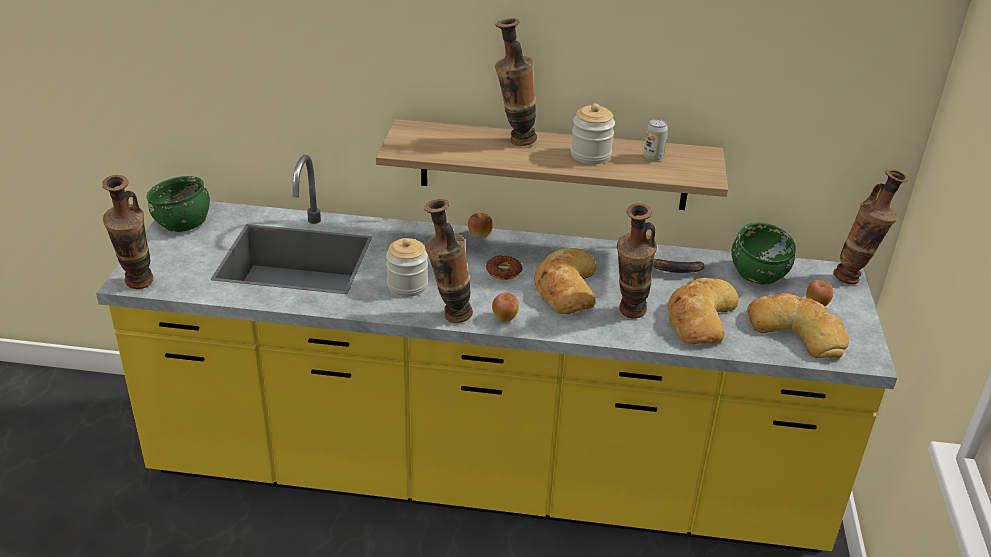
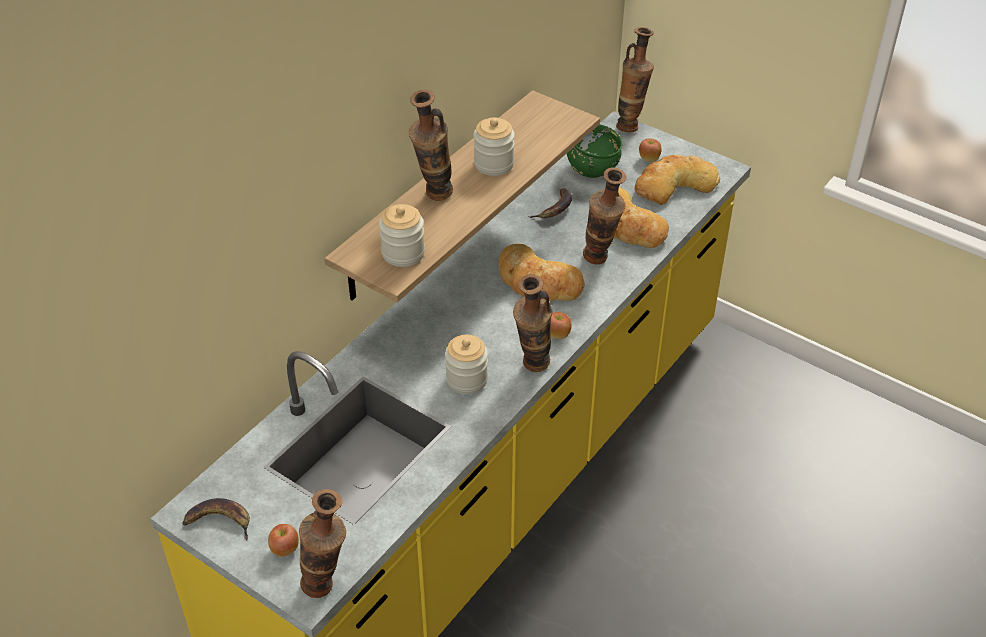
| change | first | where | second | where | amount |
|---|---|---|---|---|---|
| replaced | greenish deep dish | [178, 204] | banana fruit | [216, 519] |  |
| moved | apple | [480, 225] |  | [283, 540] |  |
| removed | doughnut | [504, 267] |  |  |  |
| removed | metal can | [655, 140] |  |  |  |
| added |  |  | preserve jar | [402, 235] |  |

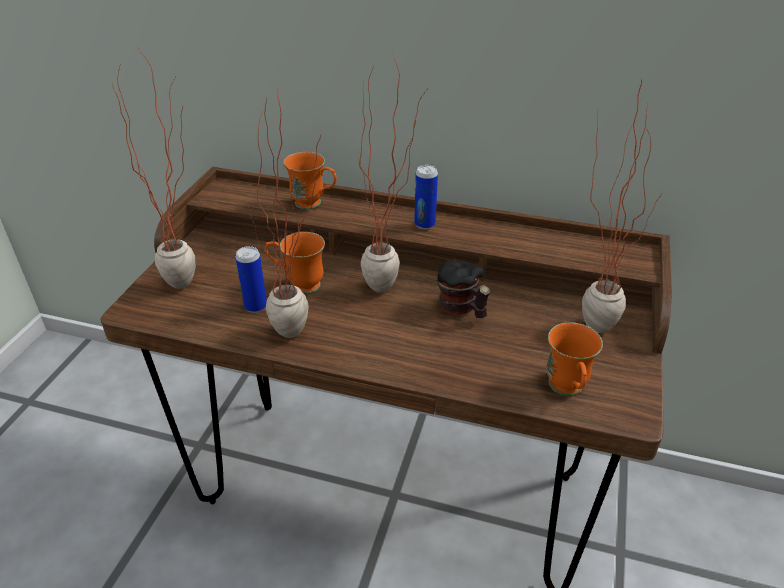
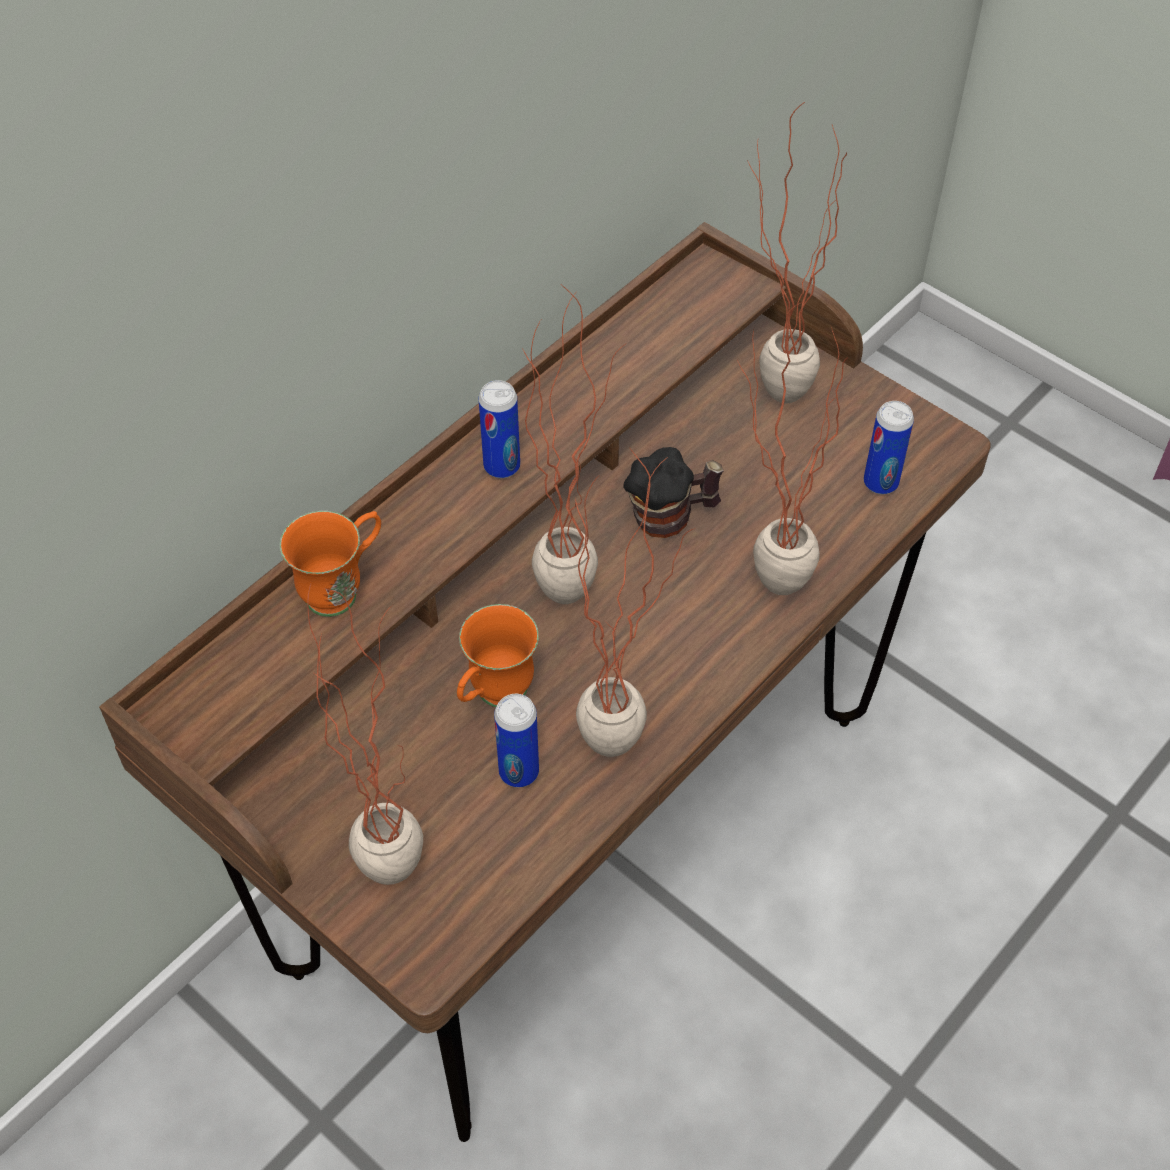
| change | first | where | second | where | amount |
|---|---|---|---|---|---|
| replaced | orange-coloured tea mug | [574, 359] | metal can | [889, 447] |  |
| added |  |  | plant in a pot | [792, 448] |  |

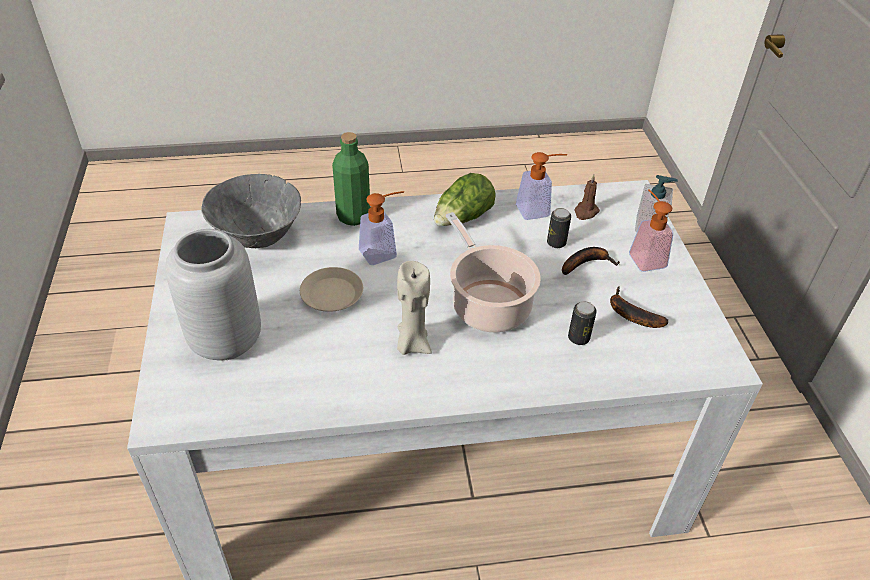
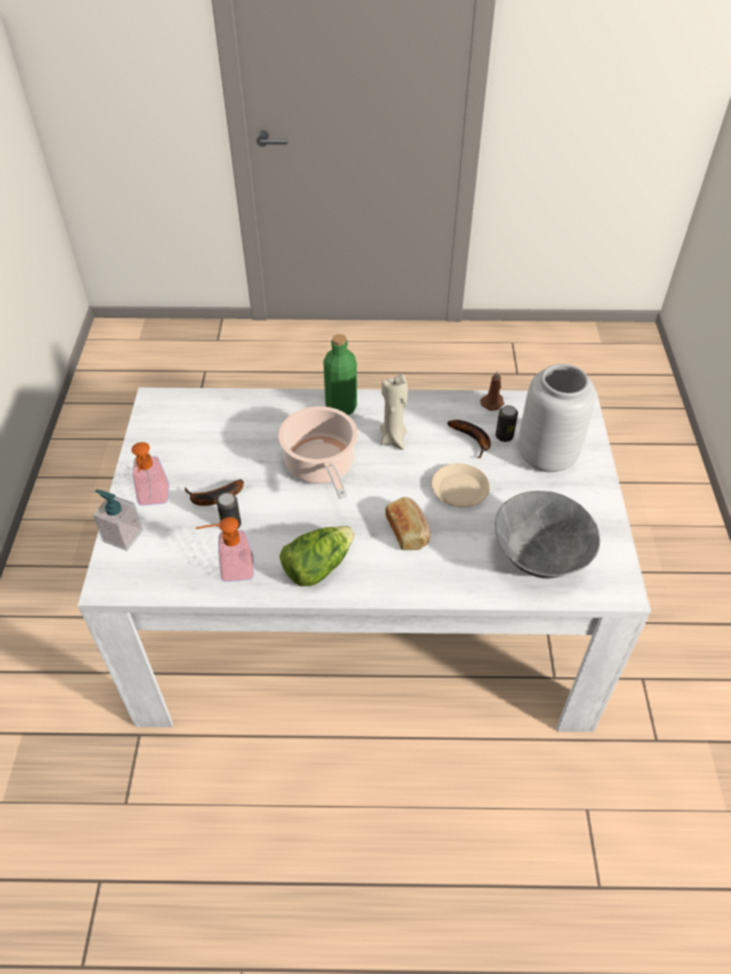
| change | first | where | second | where | amount |
|---|---|---|---|---|---|
| moved | greenish bottle | [351, 179] |  | [340, 374] |  |
| replaced | liquid soap bottle | [381, 228] | bread | [407, 523] |  |
| moved | metal can | [582, 323] |  | [506, 423] |  |
| moved | brown-coloured wax light | [587, 197] |  | [492, 390] |  |
| moved | banana fruit | [639, 307] |  | [469, 439] |  |

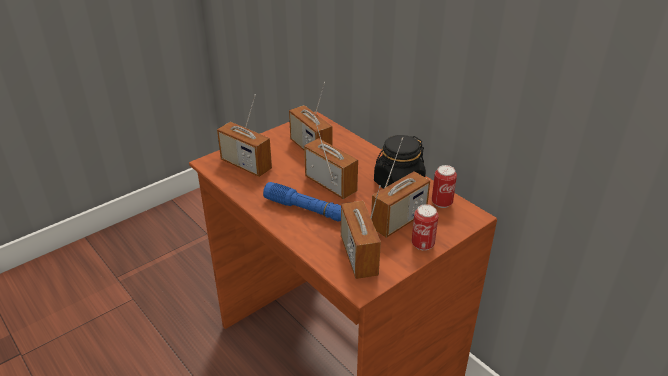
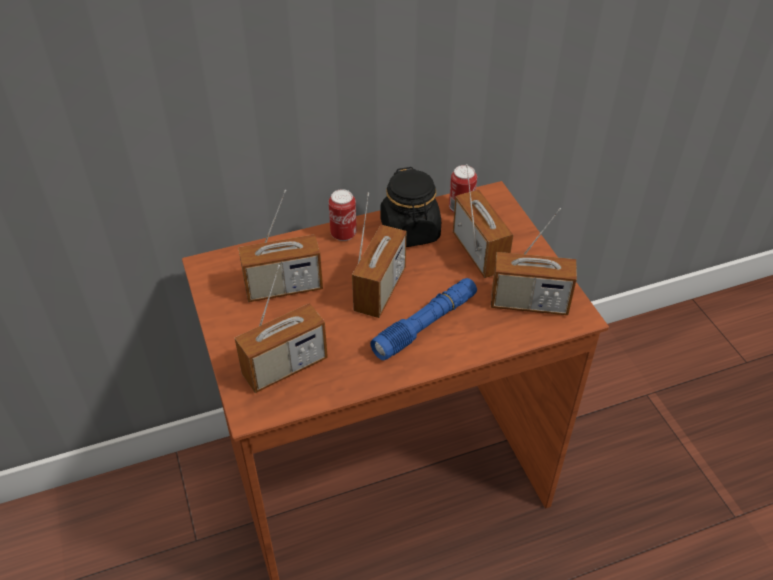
| change | first | where | second | where | amount |
|---|---|---|---|---|---|
| turned | radio set | [331, 156] |  | [379, 255] | 135 degrees clockwise |
| moved | metal can | [425, 227] |  | [343, 215] |  |

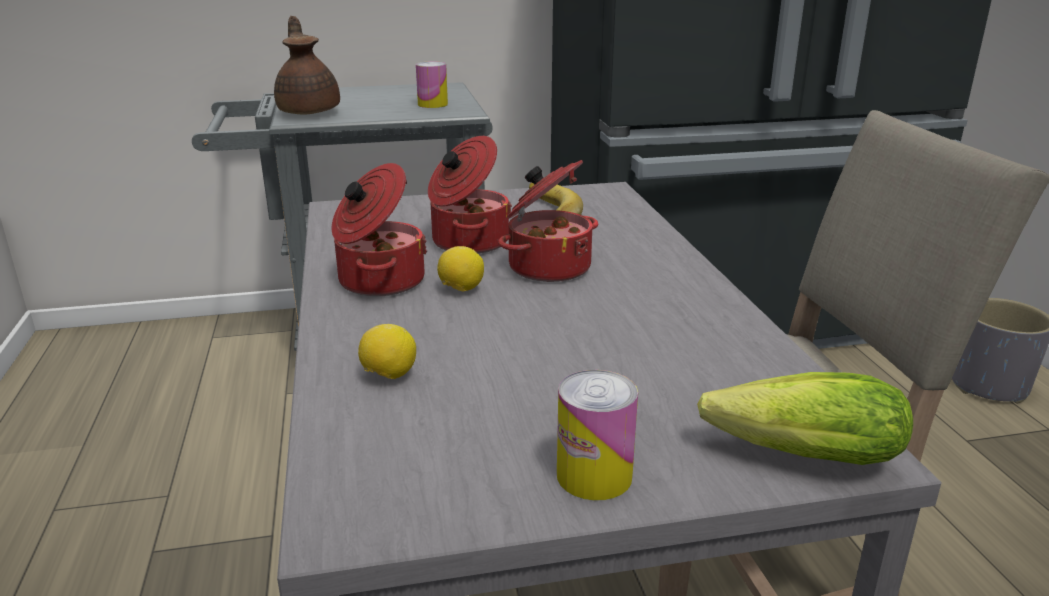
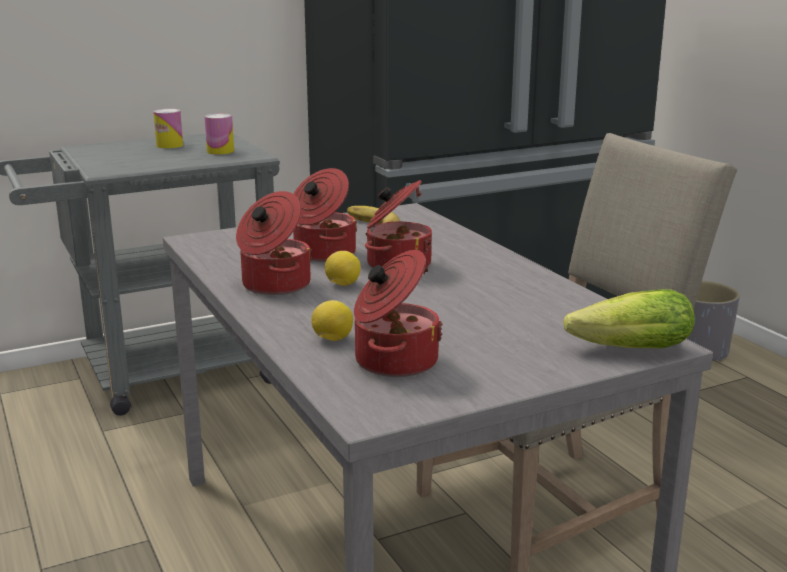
| change | first | where | second | where | amount |
|---|---|---|---|---|---|
| removed | brown-coloured teapot | [307, 65] |  |  |  |
| moved | metal can | [597, 435] |  | [168, 129] |  |
| added |  |  | stockpot | [398, 313] |  |

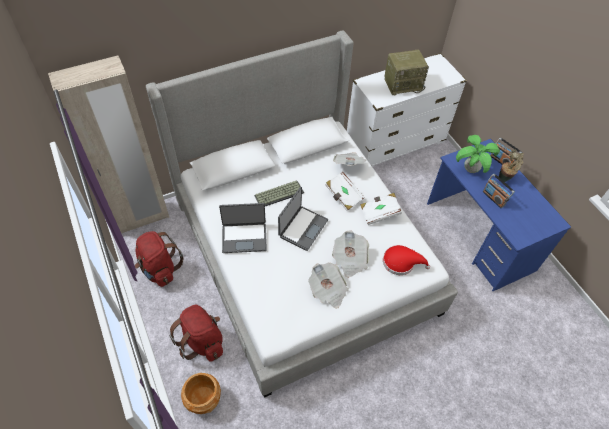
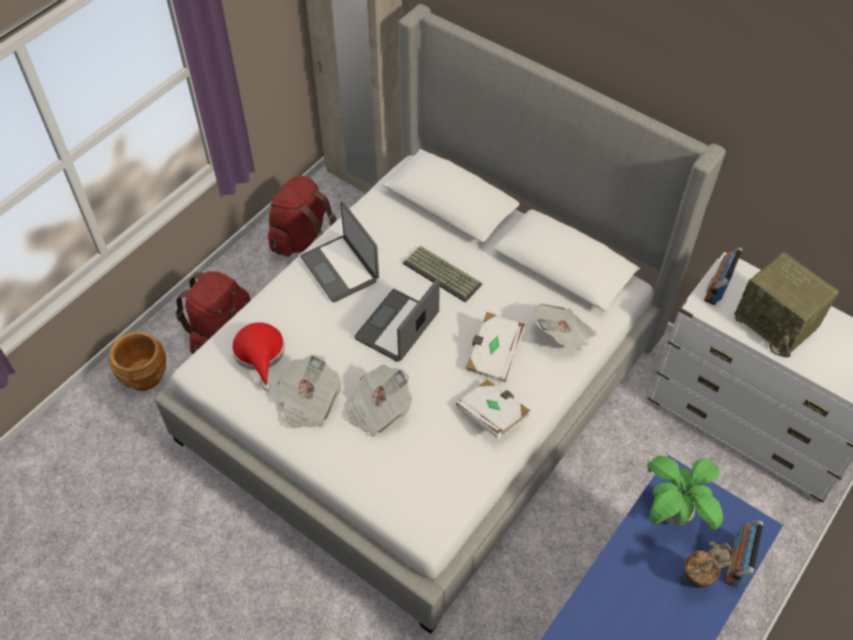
| change | first | where | second | where | amount |
|---|---|---|---|---|---|
| turned | portable computer | [303, 219] |  | [397, 320] | 120 degrees clockwise |
| moved | red-coloured clothing hat | [406, 260] |  | [258, 356] |  |
| moved | radio set | [498, 191] |  | [723, 276] |  |

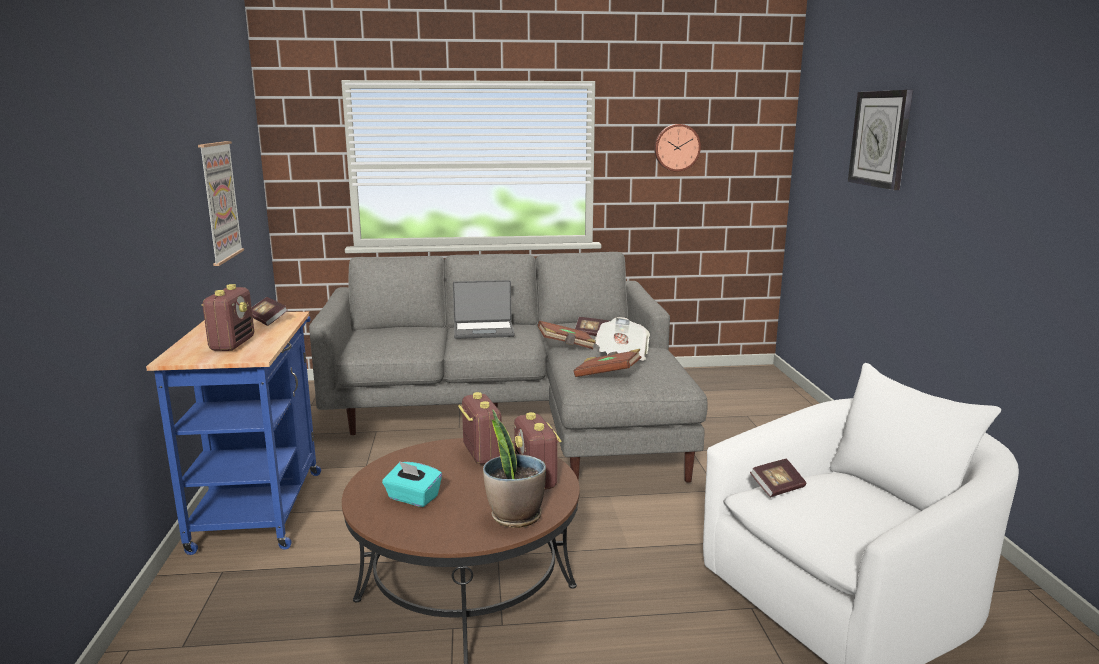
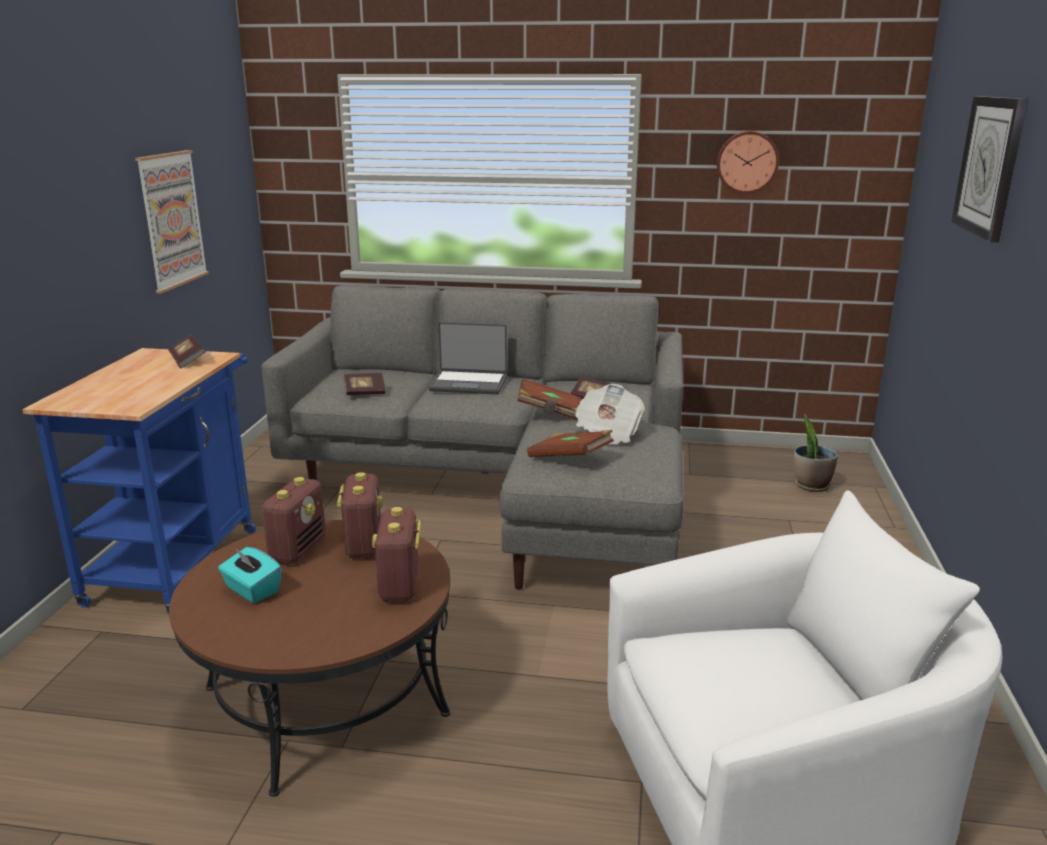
| change | first | where | second | where | amount |
|---|---|---|---|---|---|
| moved | radio set | [228, 317] |  | [294, 520] |  |
| moved | plant in a pot | [514, 469] |  | [816, 452] |  |
| moved | bound book | [778, 478] |  | [364, 384] |  |

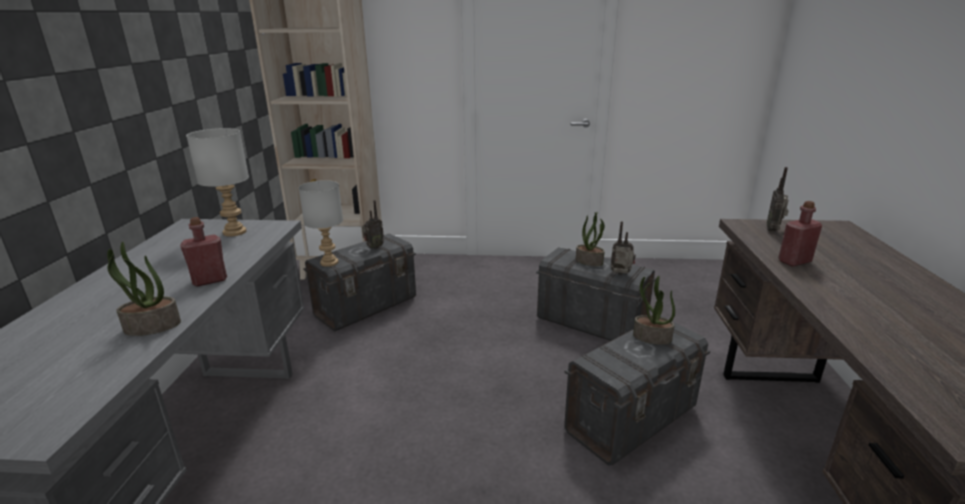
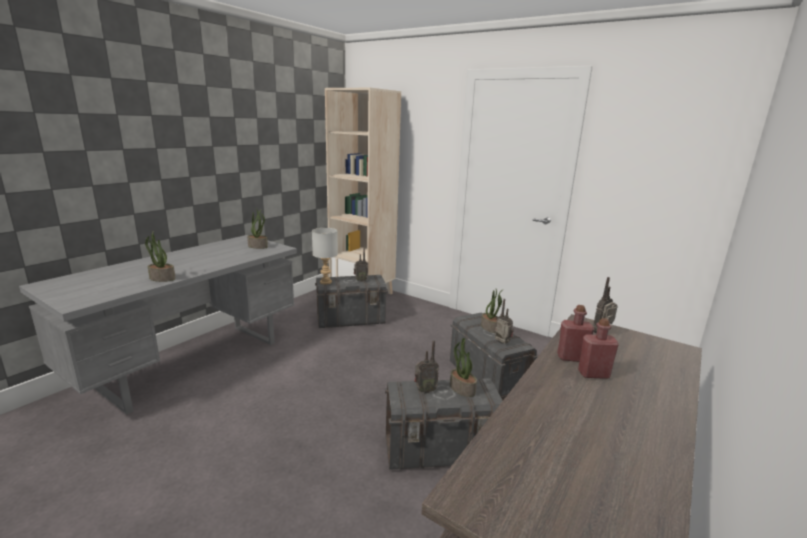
| change | first | where | second | where | amount |
|---|---|---|---|---|---|
| moved | red-coloured bottle | [203, 252] |  | [598, 348] |  |
| replaced | gray table lamp | [217, 182] | plant in a pot | [257, 228] |  |
| added |  |  | radio set | [426, 367] |  |

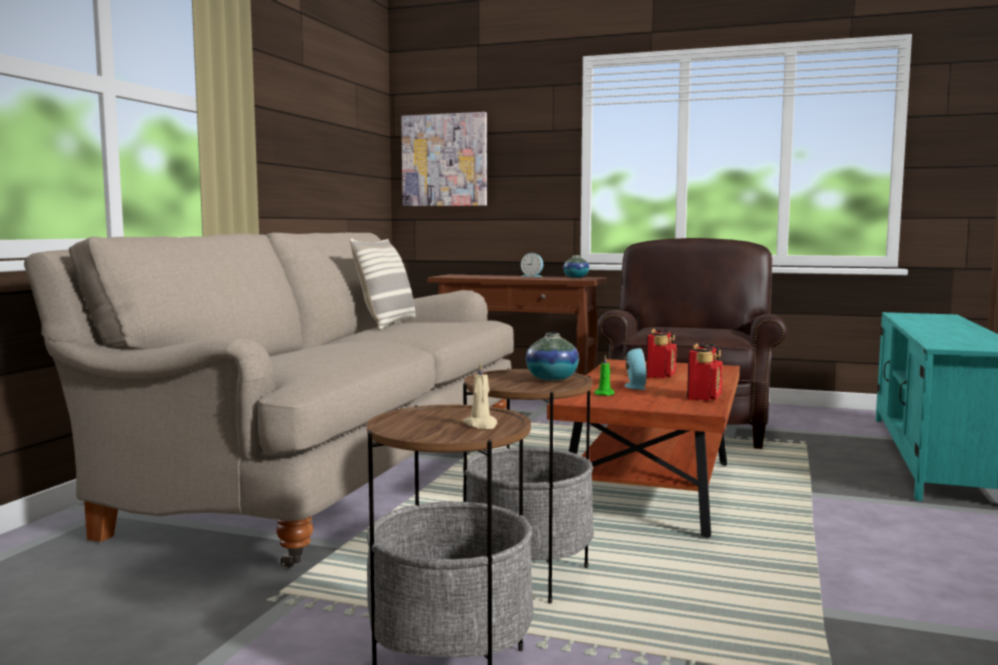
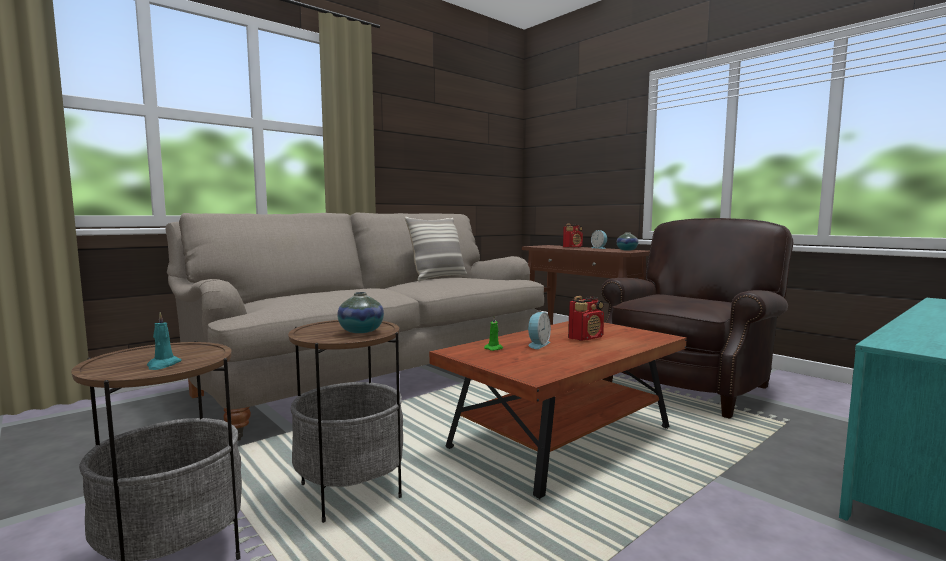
| change | first | where | second | where | amount |
|---|---|---|---|---|---|
| removed | picture | [444, 159] |  |  |  |
| recoloured | sand-coloured wax light | [480, 395] | blue-green wax light | [164, 341] |  |
| moved | radio set | [705, 372] |  | [573, 236] |  |

